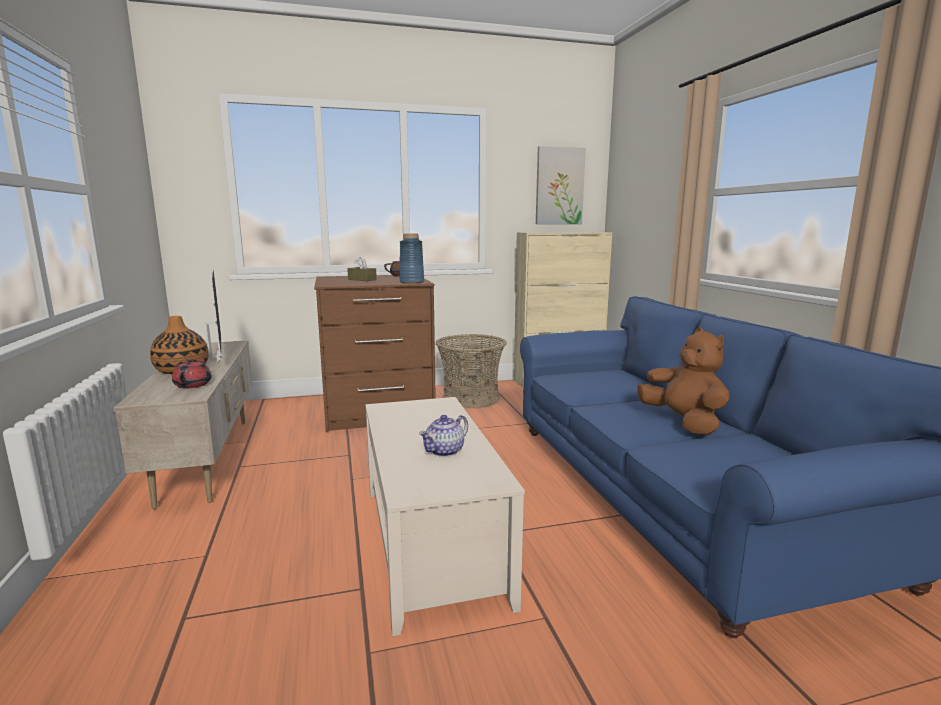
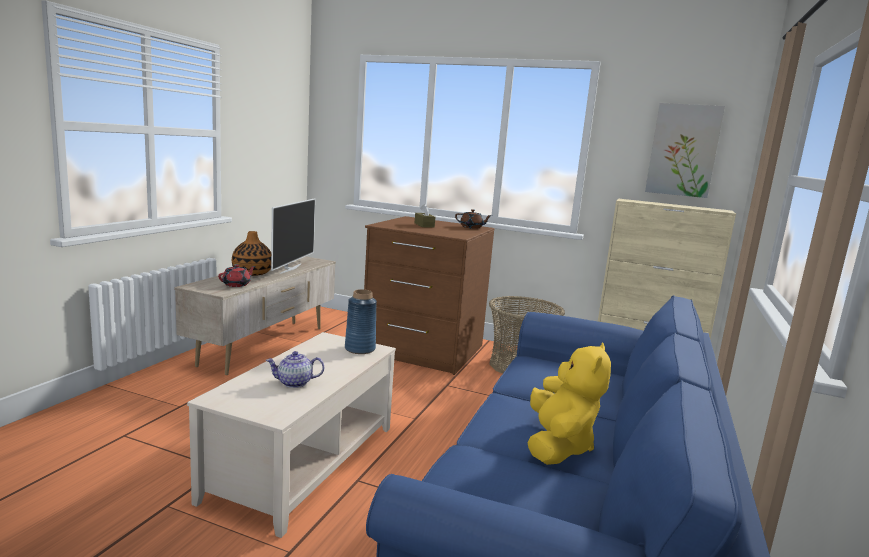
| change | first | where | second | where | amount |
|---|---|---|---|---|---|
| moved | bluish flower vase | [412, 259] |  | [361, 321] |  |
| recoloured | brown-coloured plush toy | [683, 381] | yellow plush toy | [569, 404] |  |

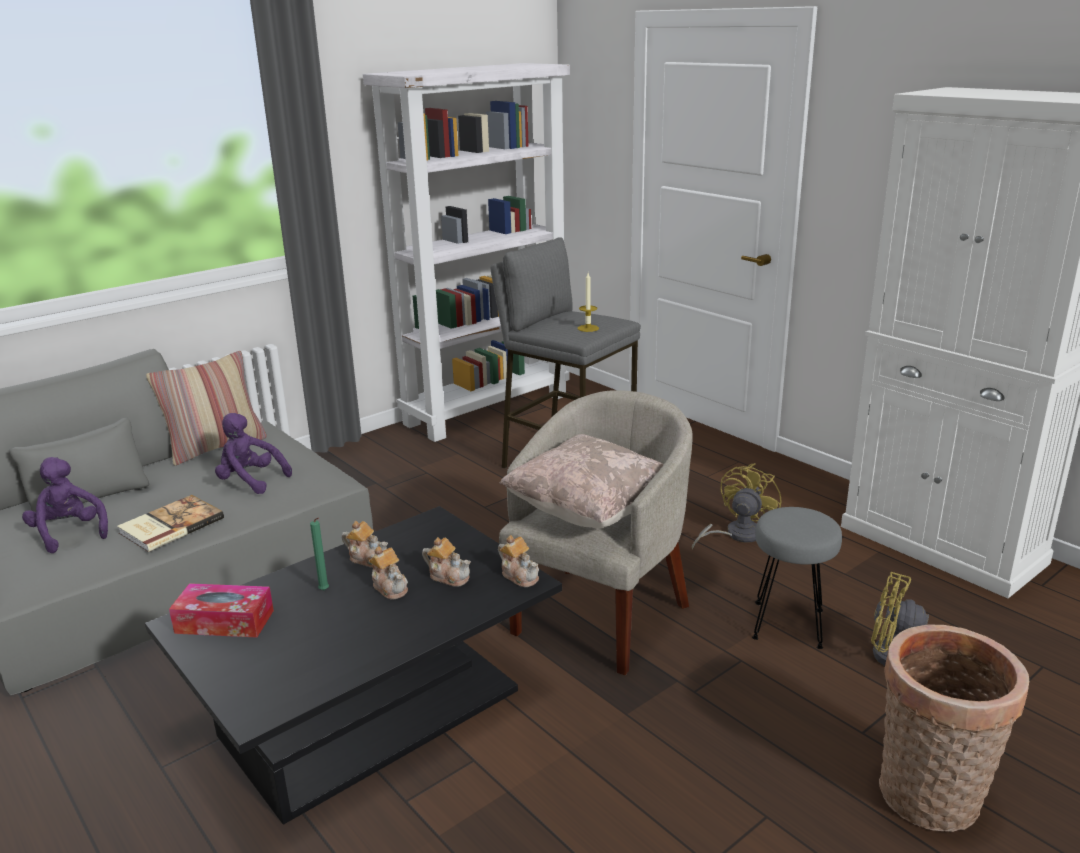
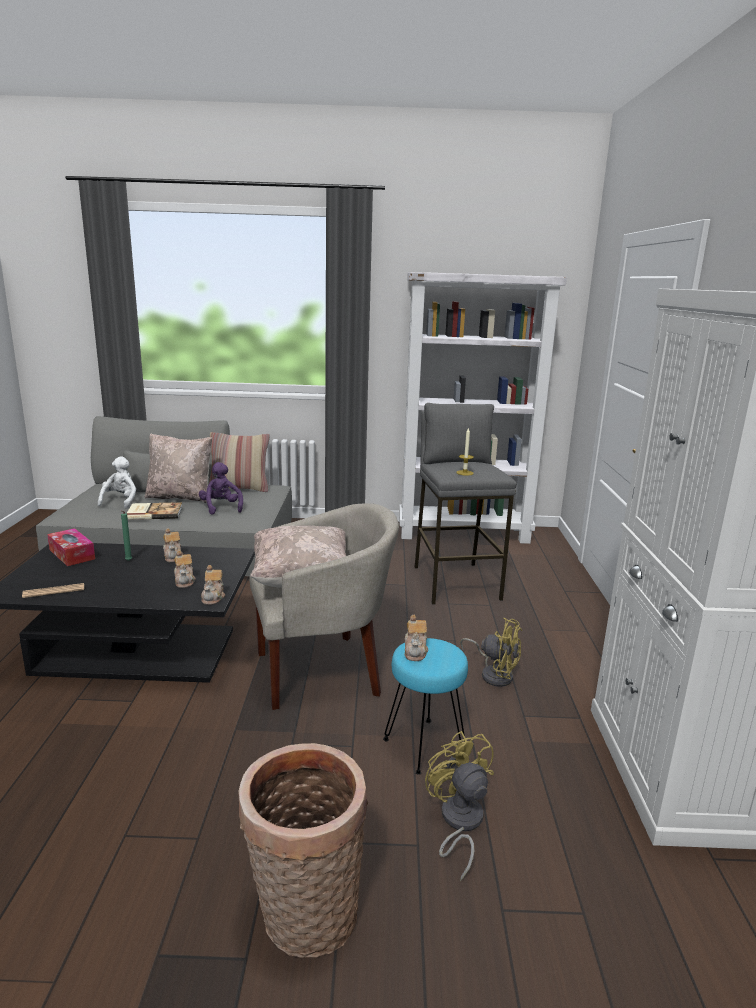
| change | first | where | second | where | amount |
|---|---|---|---|---|---|
| recoloured | purple plush toy | [65, 505] | whitish plush toy | [117, 482] |  |
| moved | teapot | [388, 573] |  | [416, 638] |  |
| turned | yellow electric fan | [737, 506] |  | [491, 652] | 45 degrees clockwise |
| recoloured | gray sitting stool | [797, 578] | blue-green sitting stool | [425, 706] |  |
| added |  |  | printed paper | [53, 590] |  |
| added |  |  | sand-coloured pillow | [178, 468] |  |

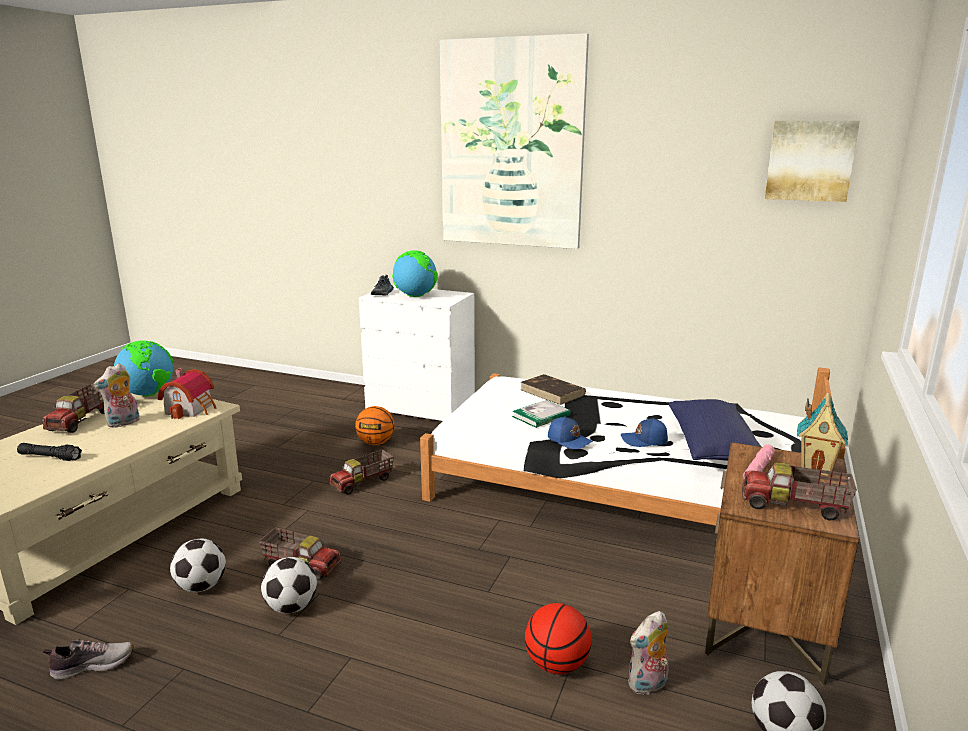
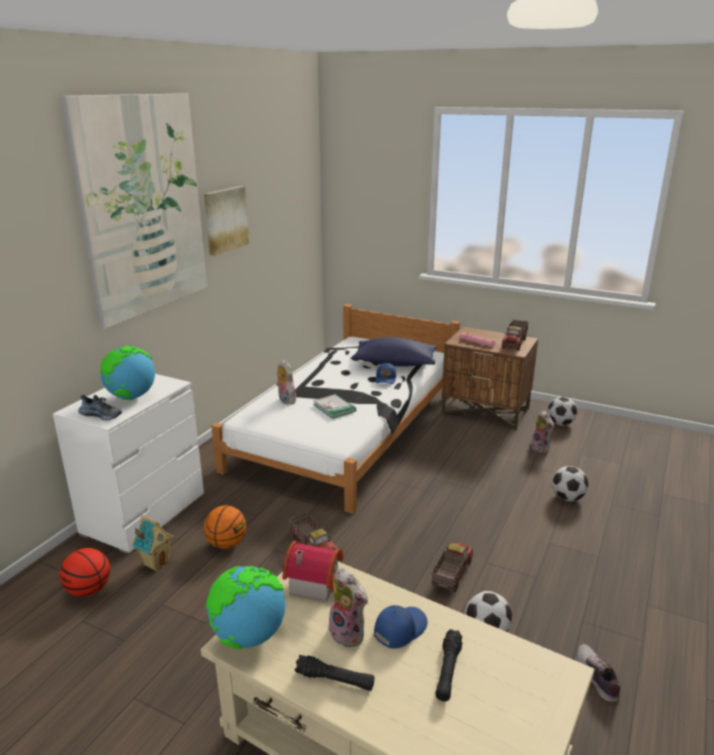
| change | first | where | second | where | amount |
|---|---|---|---|---|---|
| replaced | toy truck | [73, 408] | black flashlight | [334, 673] |  |
| moved | football | [289, 585] |  | [570, 483] |  |
| replaced | brown-coloured bound book | [553, 389] | plush toy | [286, 382] |  |
| moved | basketball | [558, 638] |  | [85, 572] |  |
| moved | bluish peaked cap | [570, 433] |  | [401, 627] |  |
| moved | picture | [812, 161] |  | [226, 221] |  |
| moved | model house | [822, 434] |  | [153, 543] |  |

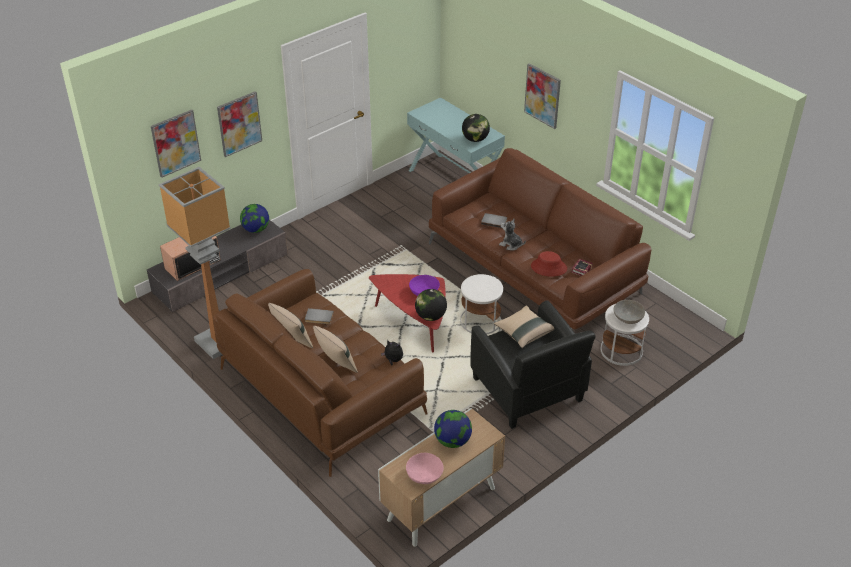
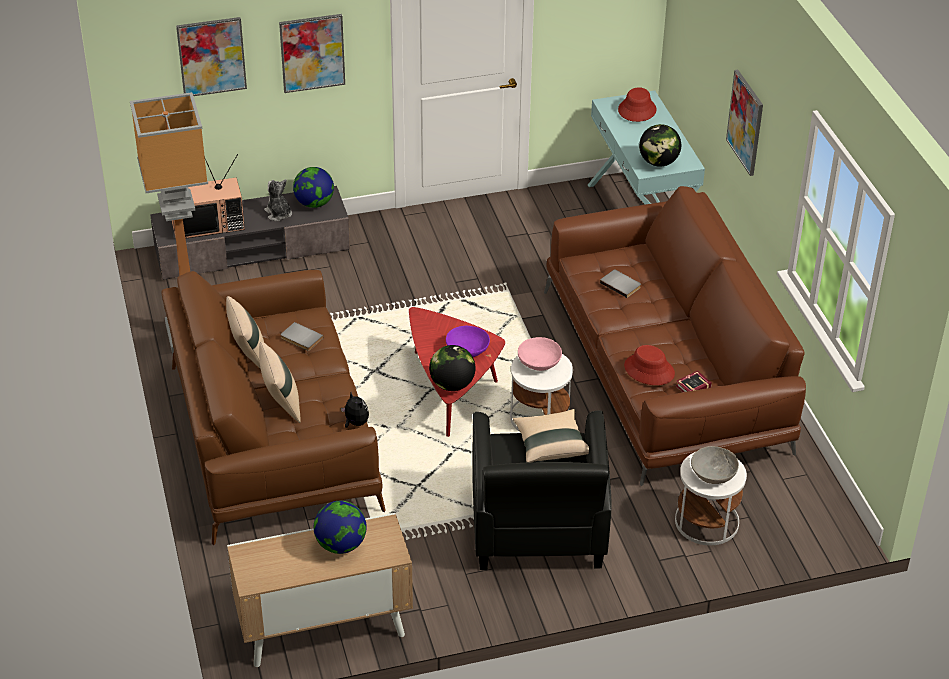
| change | first | where | second | where | amount |
|---|---|---|---|---|---|
| moved | pink deep dish | [425, 468] |  | [540, 354] |  |
| moved | plush toy | [512, 235] |  | [278, 200] |  |
| added |  |  | red-coloured clothing hat | [637, 104] |  |

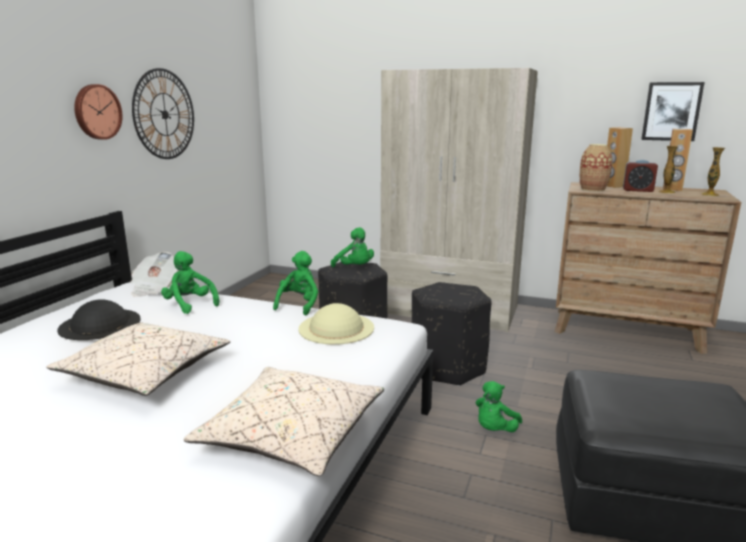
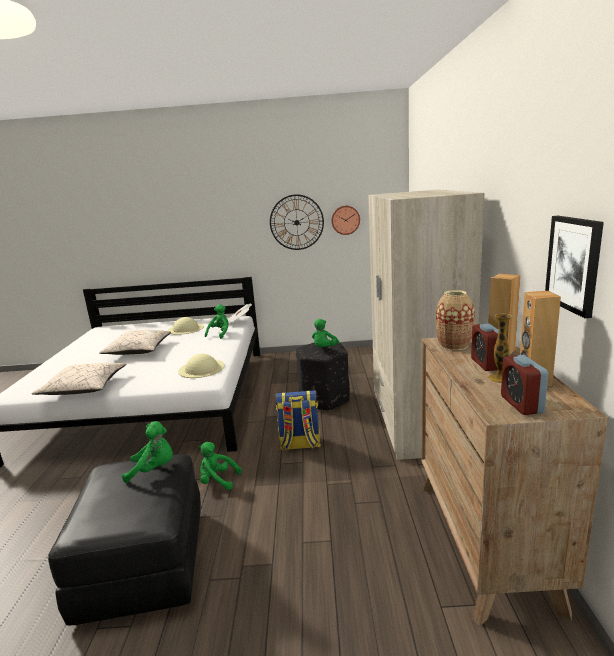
| change | first | where | second | where | amount |
|---|---|---|---|---|---|
| recoloured | black clothing hat | [99, 319] | sand-coloured clothing hat | [186, 326] |  |
| moved | hanging clock | [98, 112] |  | [346, 220] |  |
| moved | greenish plush toy | [295, 283] |  | [147, 452] |  |
| replaced | black footrest | [452, 334] | knapsack | [298, 420] |  |
| replaced | flower vase | [713, 171] | table clock | [524, 385] |  |

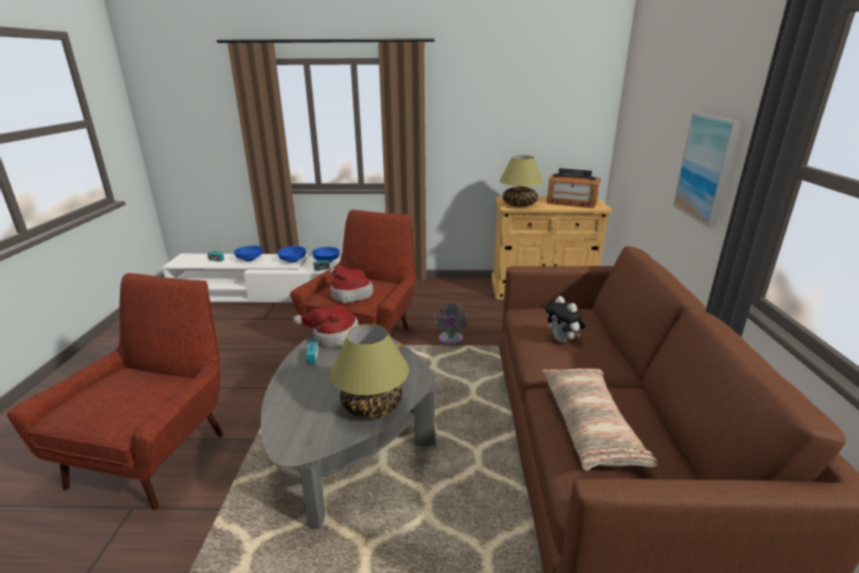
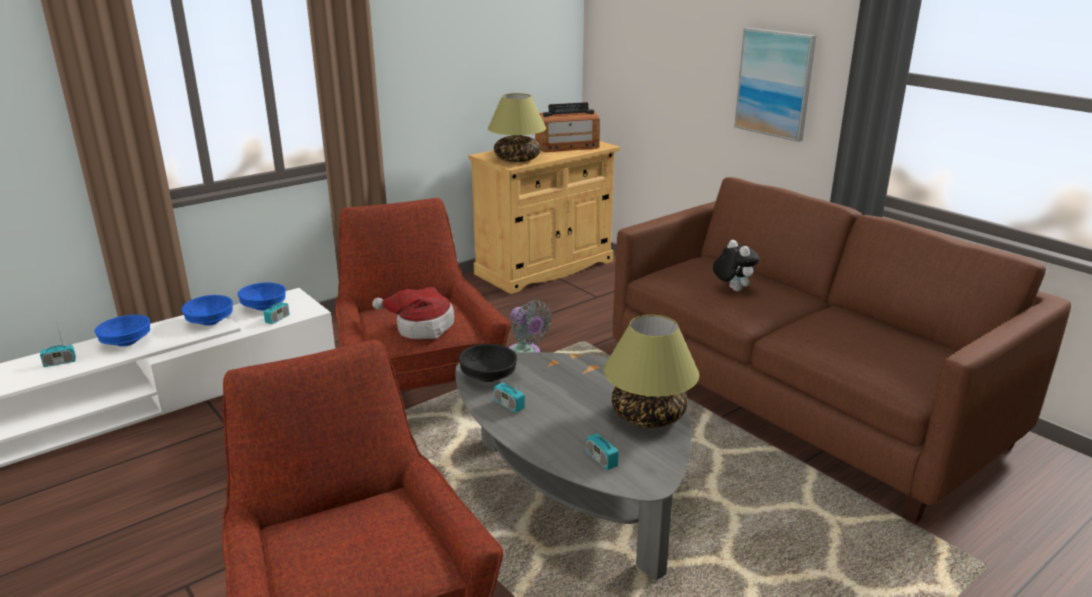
| change | first | where | second | where | amount |
|---|---|---|---|---|---|
| replaced | clothing hat | [326, 326] | black deep dish | [488, 363] |  |
| removed | pillow | [599, 419] |  |  |  |
| turned | plush toy | [565, 319] |  | [736, 265] | 135 degrees counterclockwise |
| added |  |  | radio set | [602, 445] |  |

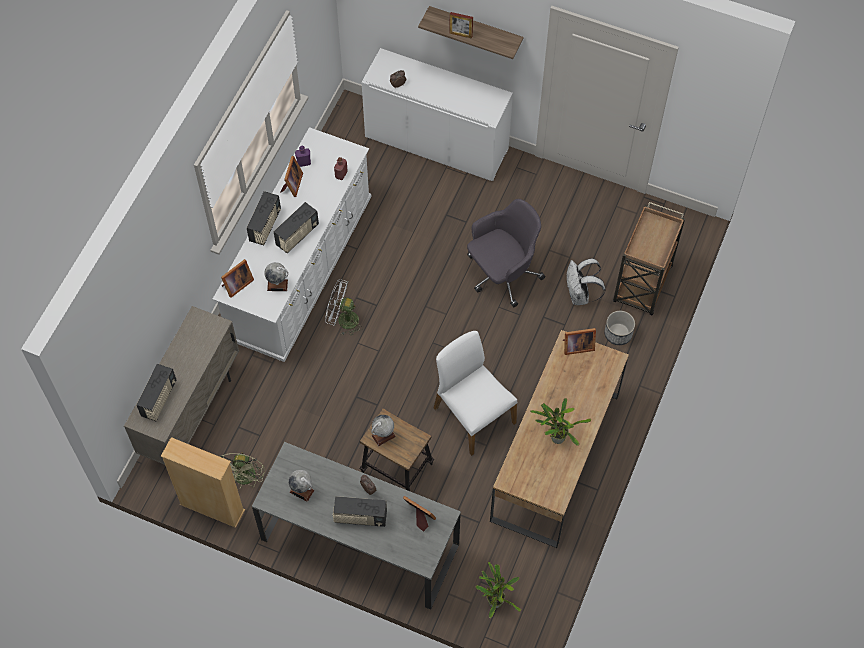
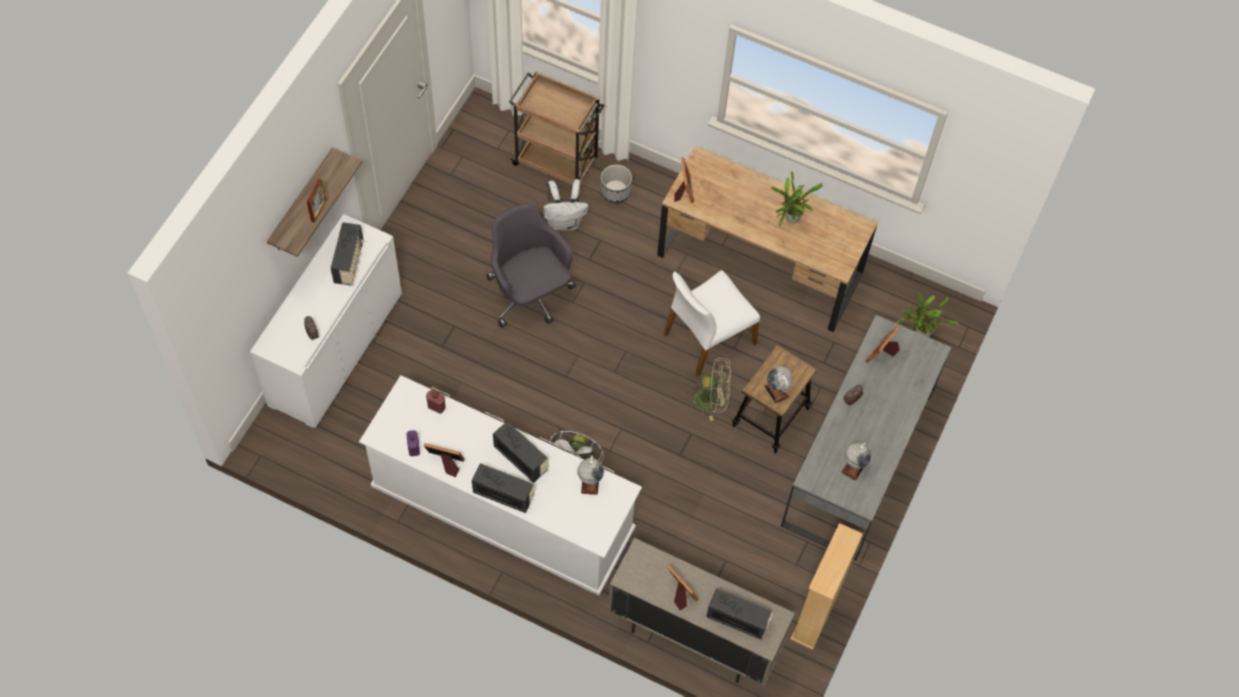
| change | first | where | second | where | amount |
|---|---|---|---|---|---|
| moved | greenish electric fan | [242, 469] |  | [709, 389] |  |
| moved | standing frame | [237, 278] |  | [682, 587] |  |
| moved | radio set | [360, 511] |  | [347, 254] |  |

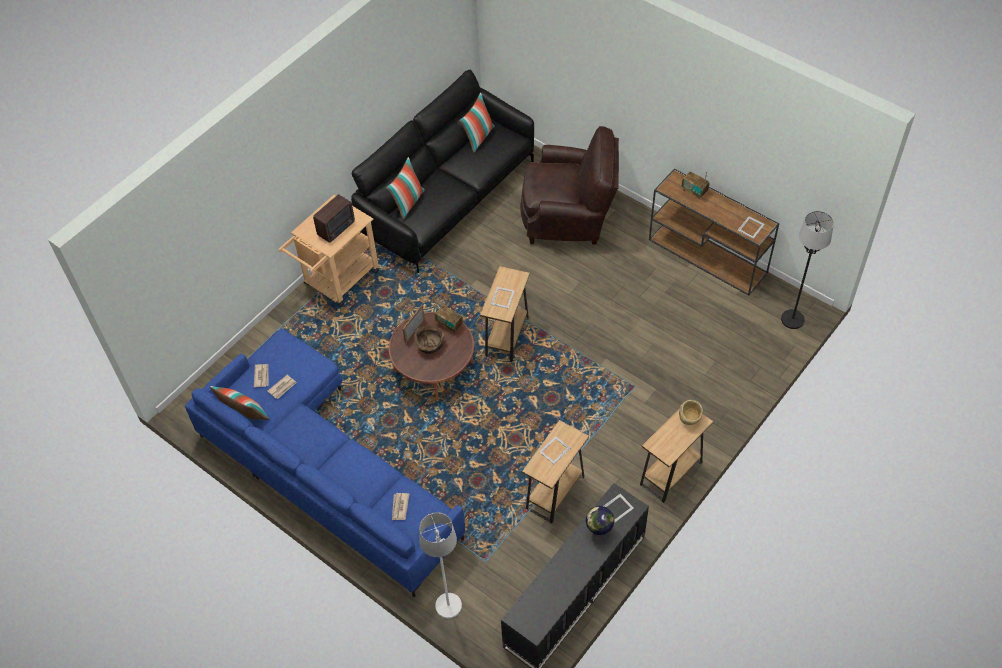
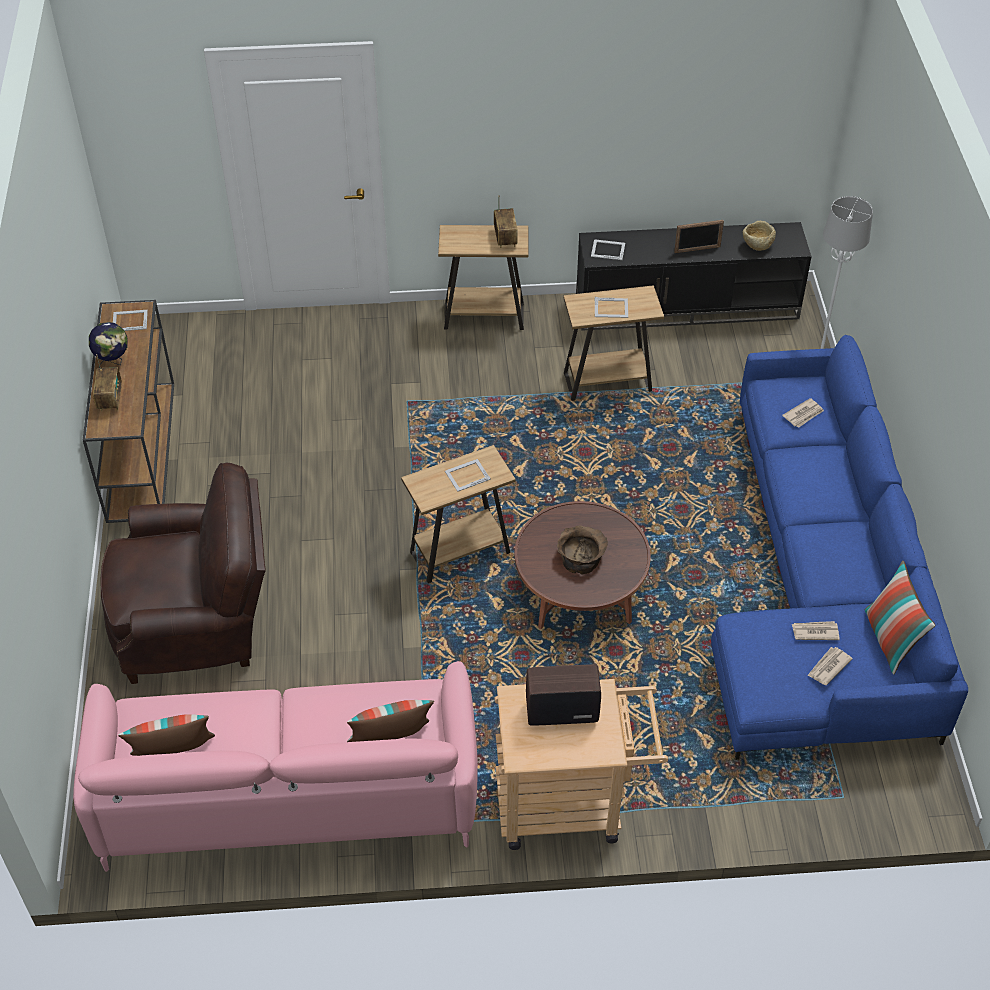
| change | first | where | second | where | amount |
|---|---|---|---|---|---|
| recoloured | black settee | [442, 171] | pink settee | [275, 766] |  |
| moved | standing frame | [413, 324] |  | [699, 236] |  |
| moved | radio set | [449, 319] |  | [506, 221] |  |
| turned | brown-coloured easy chair | [569, 185] |  | [183, 573] | 120 degrees clockwise |
| moved | world globe | [600, 521] |  | [108, 345] |  |
| moved | sand-coloured deep dish | [691, 412] |  | [759, 236] |  |
| removed | black floor lamp | [807, 270] |  |  |  |

